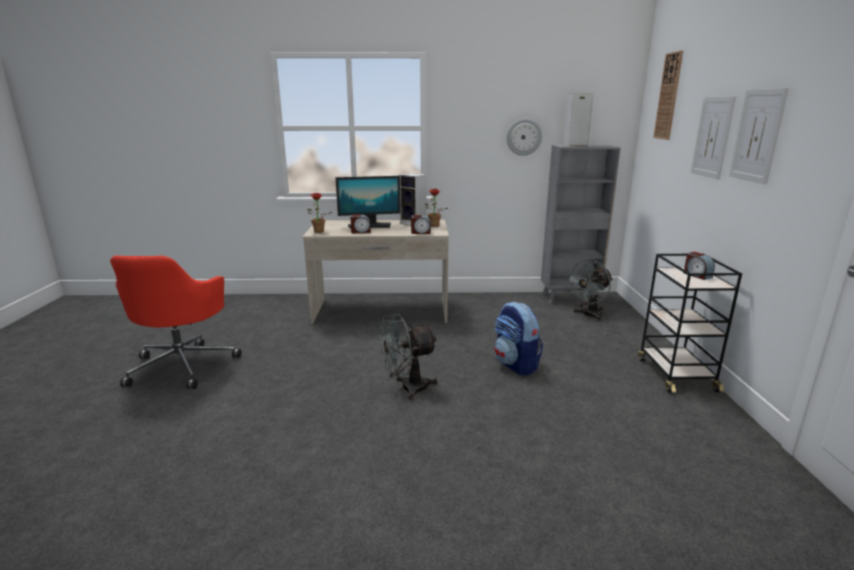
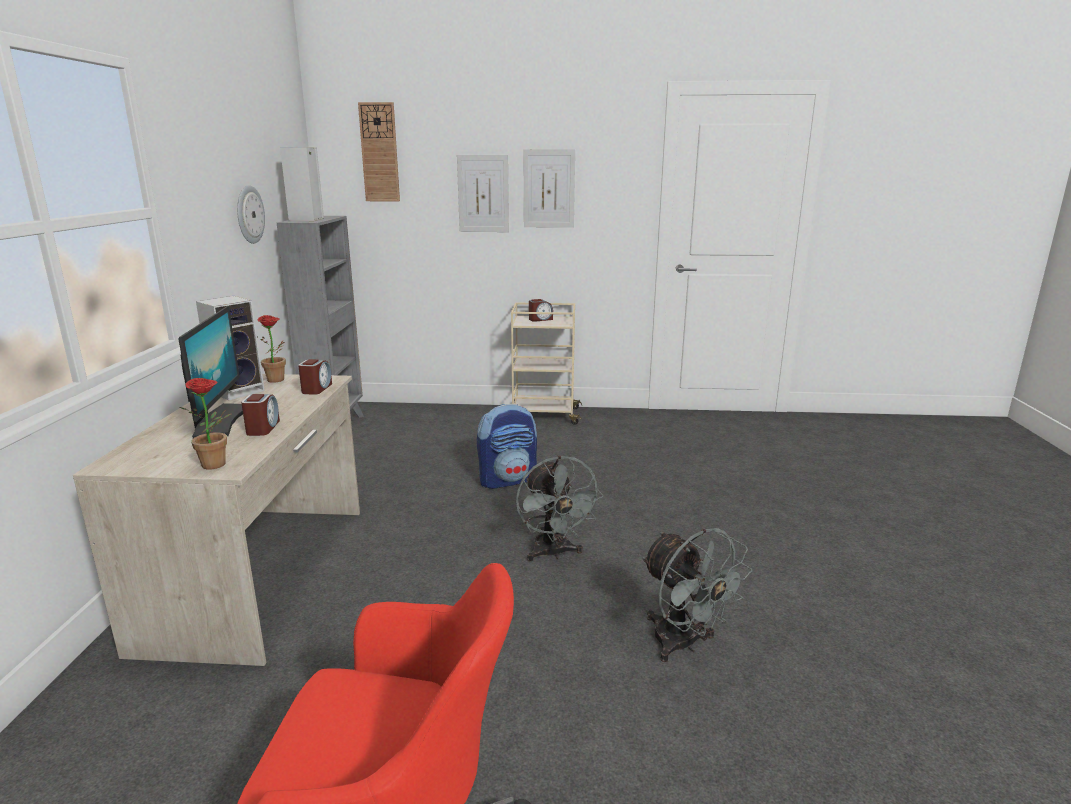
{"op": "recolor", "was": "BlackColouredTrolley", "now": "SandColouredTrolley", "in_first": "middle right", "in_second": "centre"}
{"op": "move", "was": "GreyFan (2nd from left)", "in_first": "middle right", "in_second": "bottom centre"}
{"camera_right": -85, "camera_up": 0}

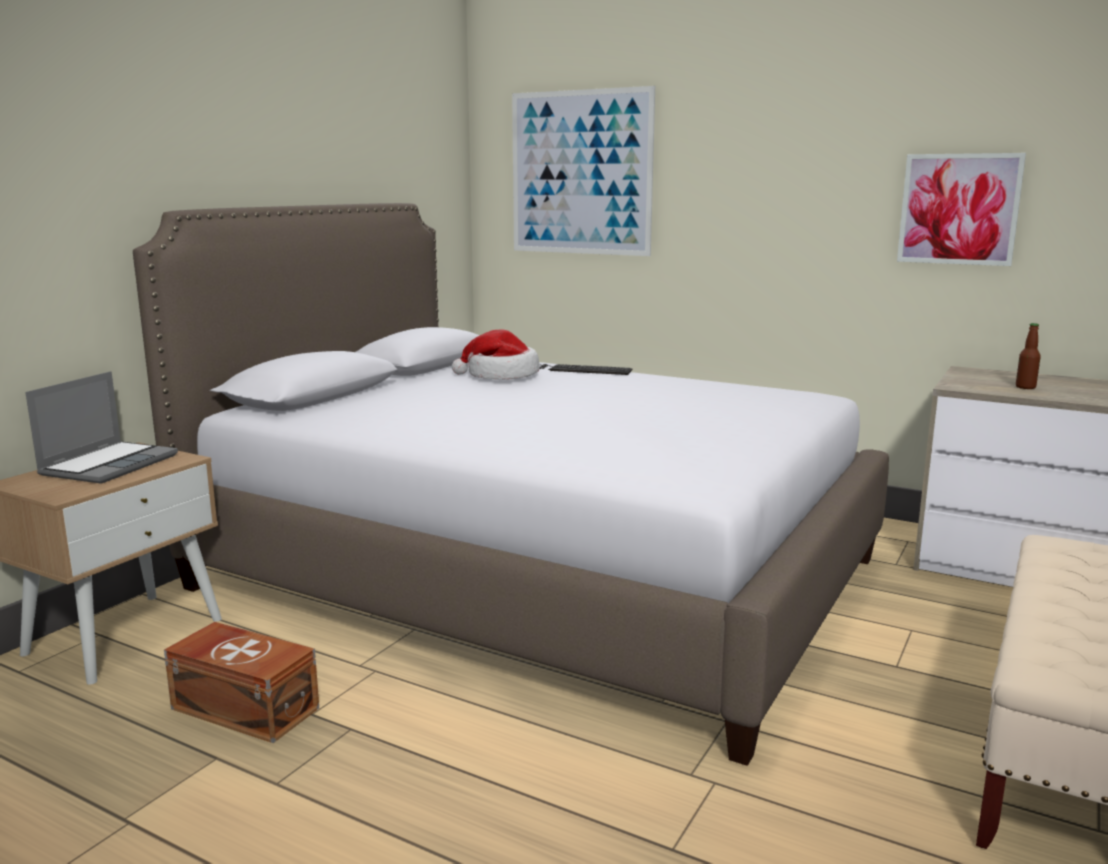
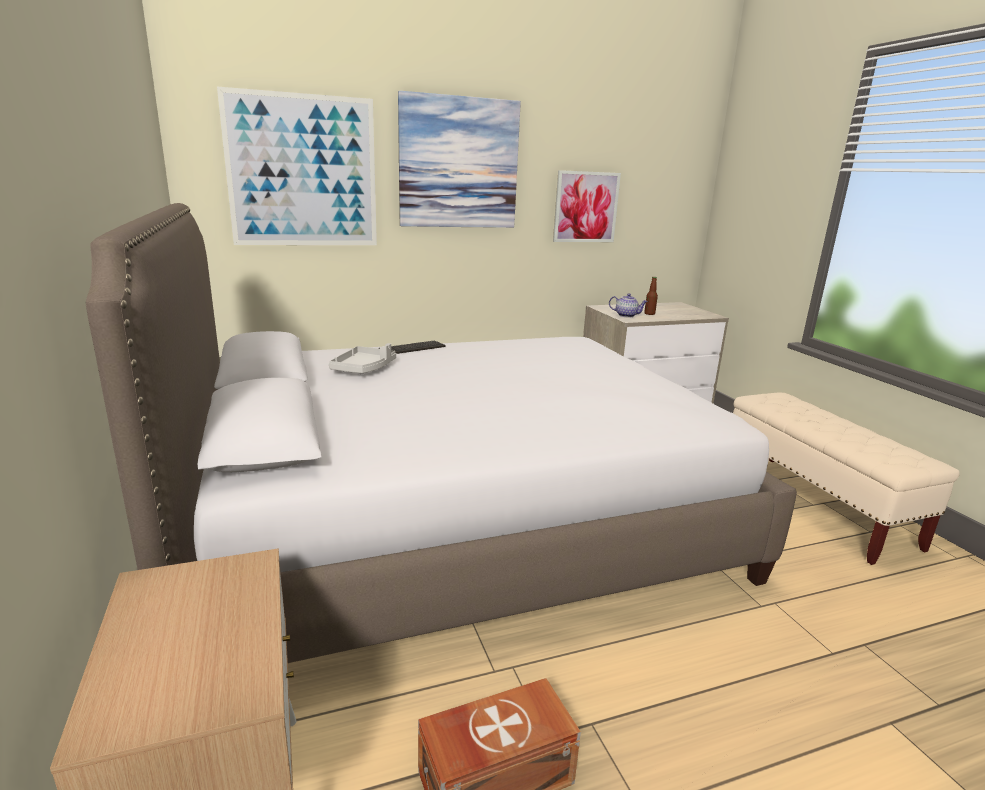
{"op": "replace", "was": "Hat", "now": "GreyCarryingTray", "in_first": "centre", "in_second": "centre"}
{"op": "delete", "was": "PortableComputer", "in_first": "middle left"}
{"op": "insert", "now": "WallPicture (2nd from left)", "in_second": "top centre"}
{"op": "insert", "now": "PotForTea", "in_second": "centre"}
{"camera_right": -50, "camera_up": 5}

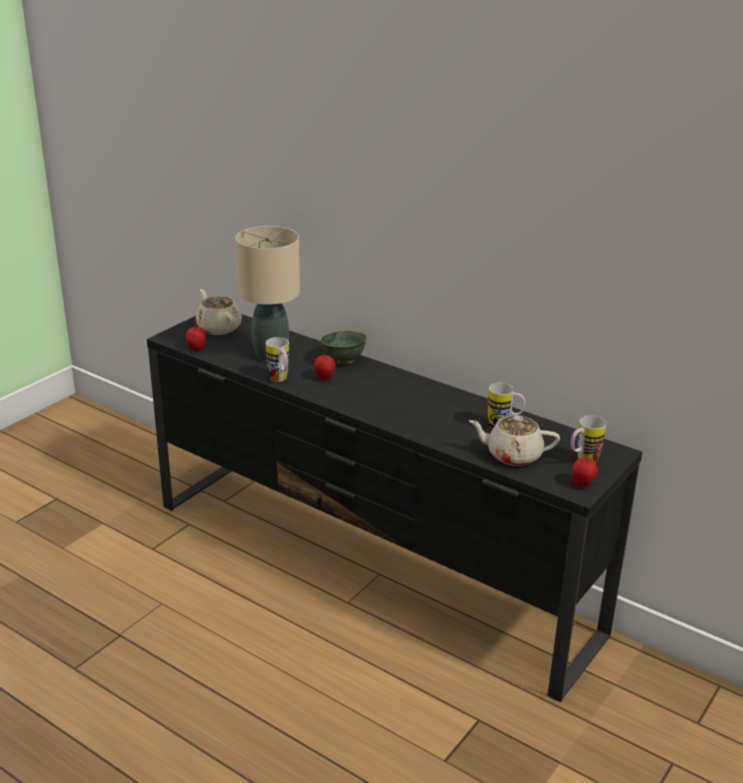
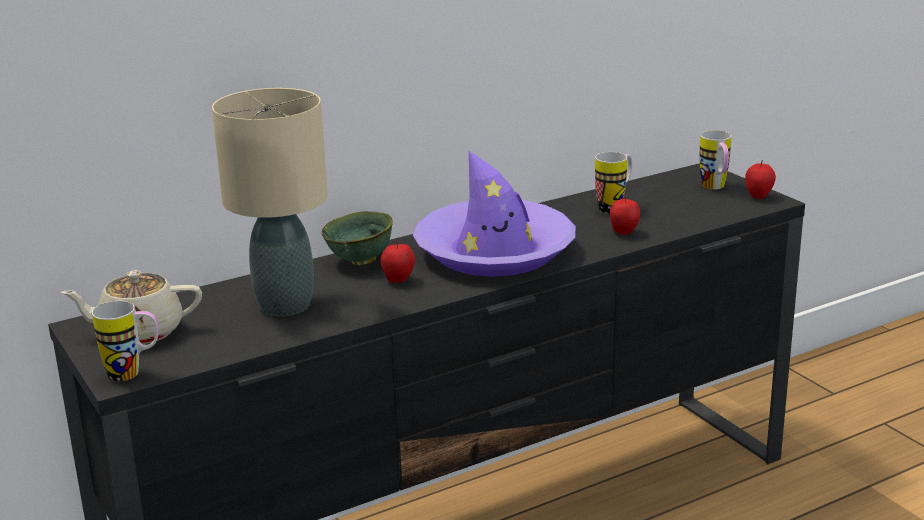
{"op": "move", "was": "WholeApple (1st from left in the first image)", "now": "WholeApple (2nd from left)", "in_first": "middle left", "in_second": "middle right"}
{"op": "move", "was": "Mug (1st from left)", "in_first": "centre", "in_second": "middle left"}
{"op": "delete", "was": "SandColouredPotForTea (2nd from left)", "in_first": "middle right"}
{"op": "insert", "now": "PurpleHat", "in_second": "centre"}
{"camera_right": -65, "camera_up": -5}

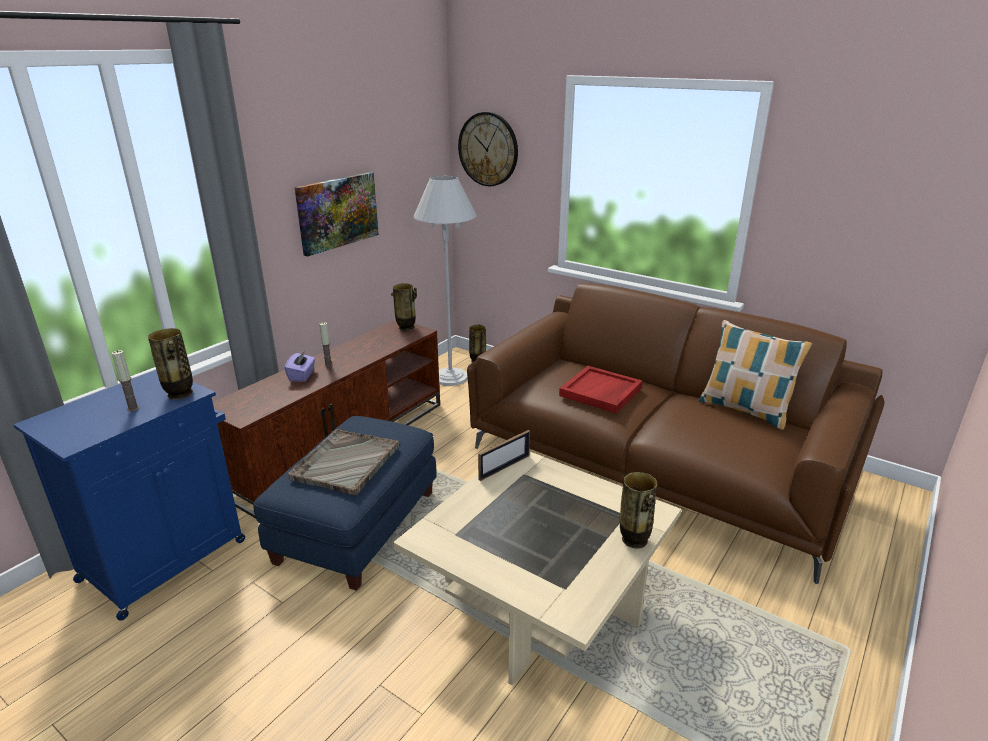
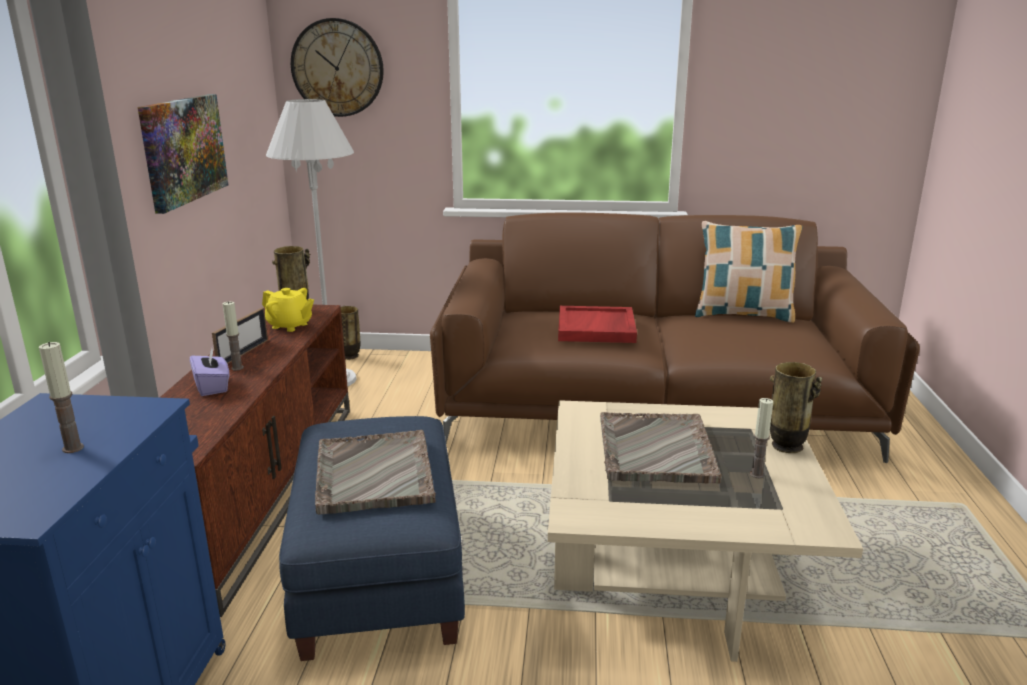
{"op": "delete", "was": "DecorativeVase (1st from left)", "in_first": "middle left"}
{"op": "move", "was": "StandingFrame", "in_first": "centre", "in_second": "middle left"}
{"op": "insert", "now": "YellowColouredPotForTea", "in_second": "middle left"}
{"op": "insert", "now": "WaxCandle (3rd from left)", "in_second": "middle right"}
{"op": "insert", "now": "GreyCarryingTray (2nd from left)", "in_second": "centre"}
{"camera_right": -30, "camera_up": -5}

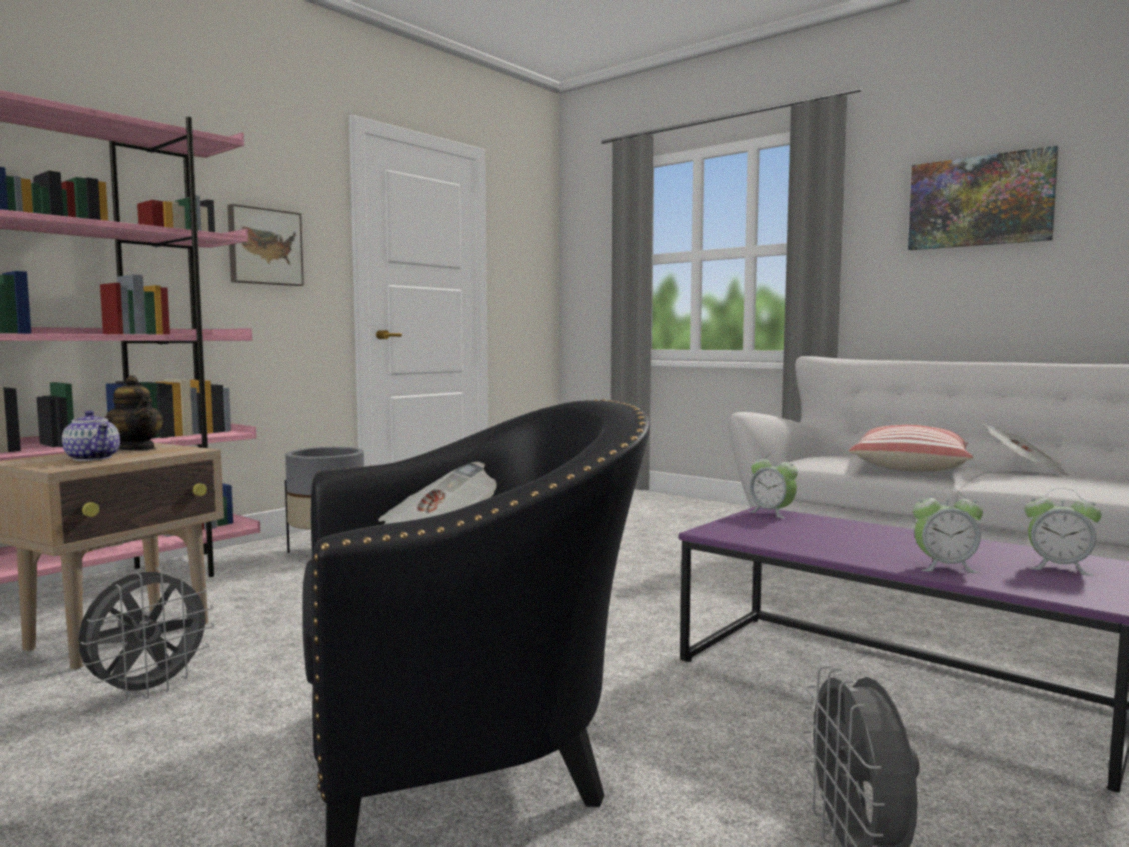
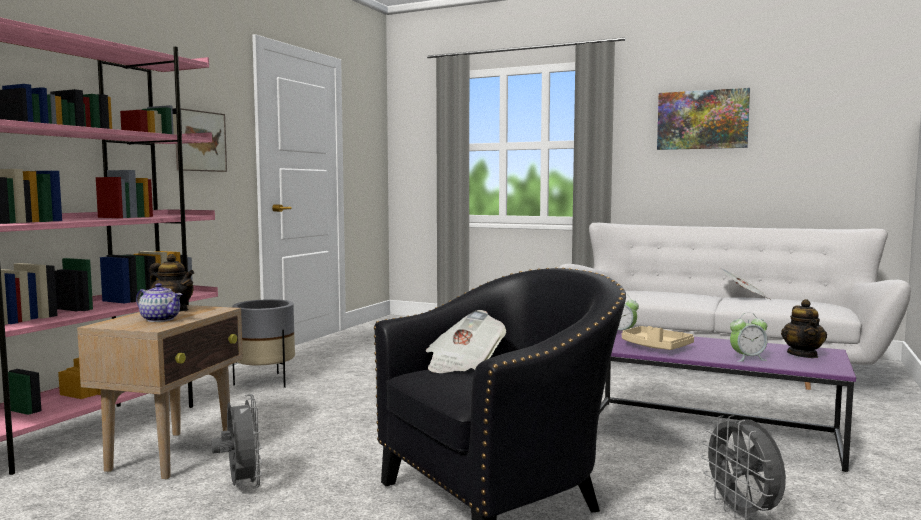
{"op": "delete", "was": "ThrowPillow", "in_first": "middle right"}
{"op": "replace", "was": "BedsideClock (3rd from left)", "now": "PotForTea (3rd from left)", "in_first": "middle right", "in_second": "middle right"}
{"op": "rotate", "was": "GreyFan (1st from left)", "in_first": "bottom left", "in_second": "bottom left", "clockwise": -45}
{"op": "insert", "now": "SandColouredCarryingTray", "in_second": "middle right"}
{"camera_right": -15, "camera_up": 0}

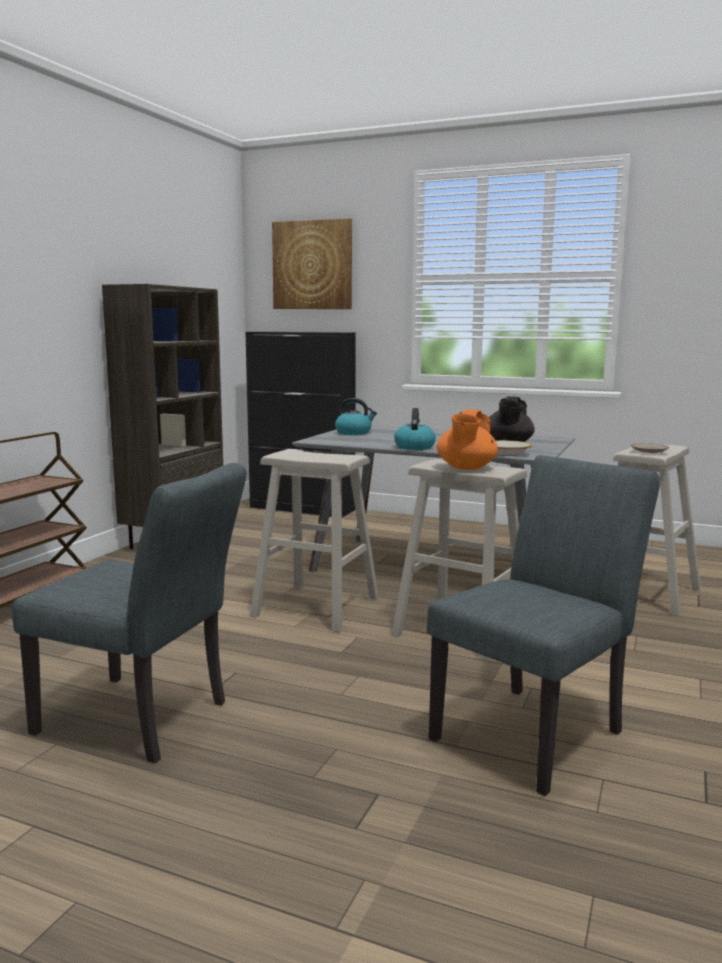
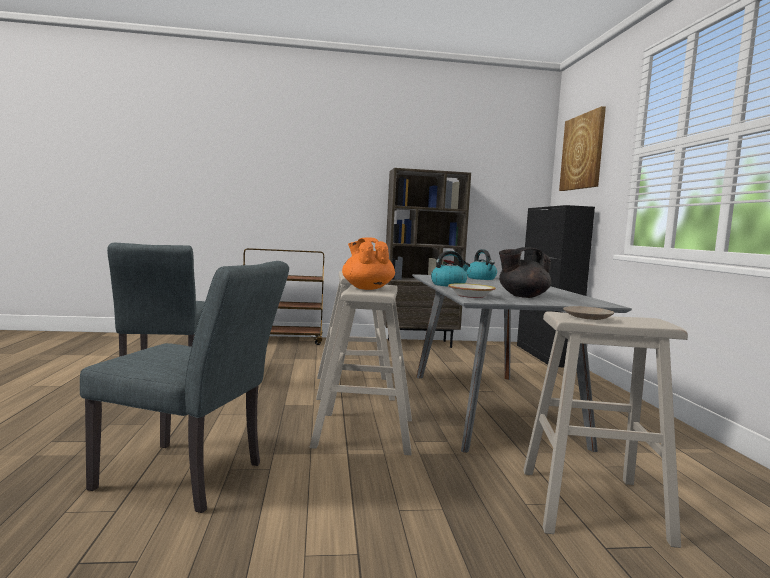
{"op": "rotate", "was": "OrangeyPotForTea", "in_first": "centre", "in_second": "centre", "clockwise": 75}
{"camera_right": 60, "camera_up": -5}

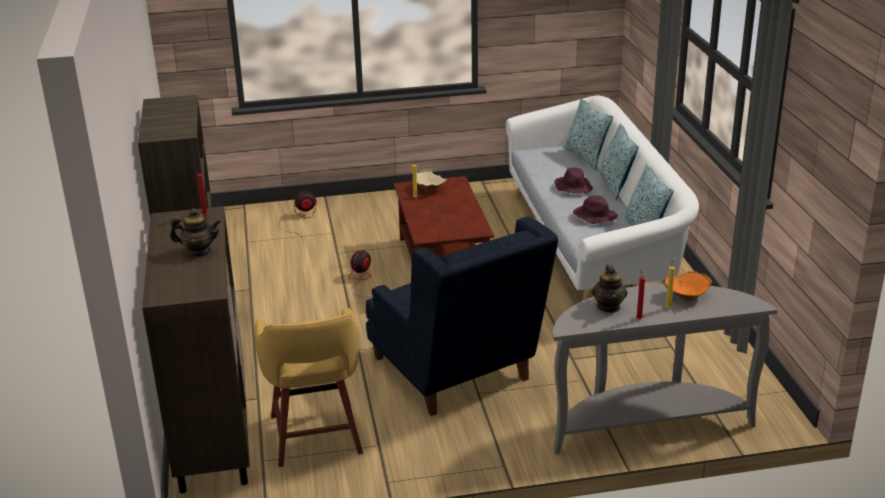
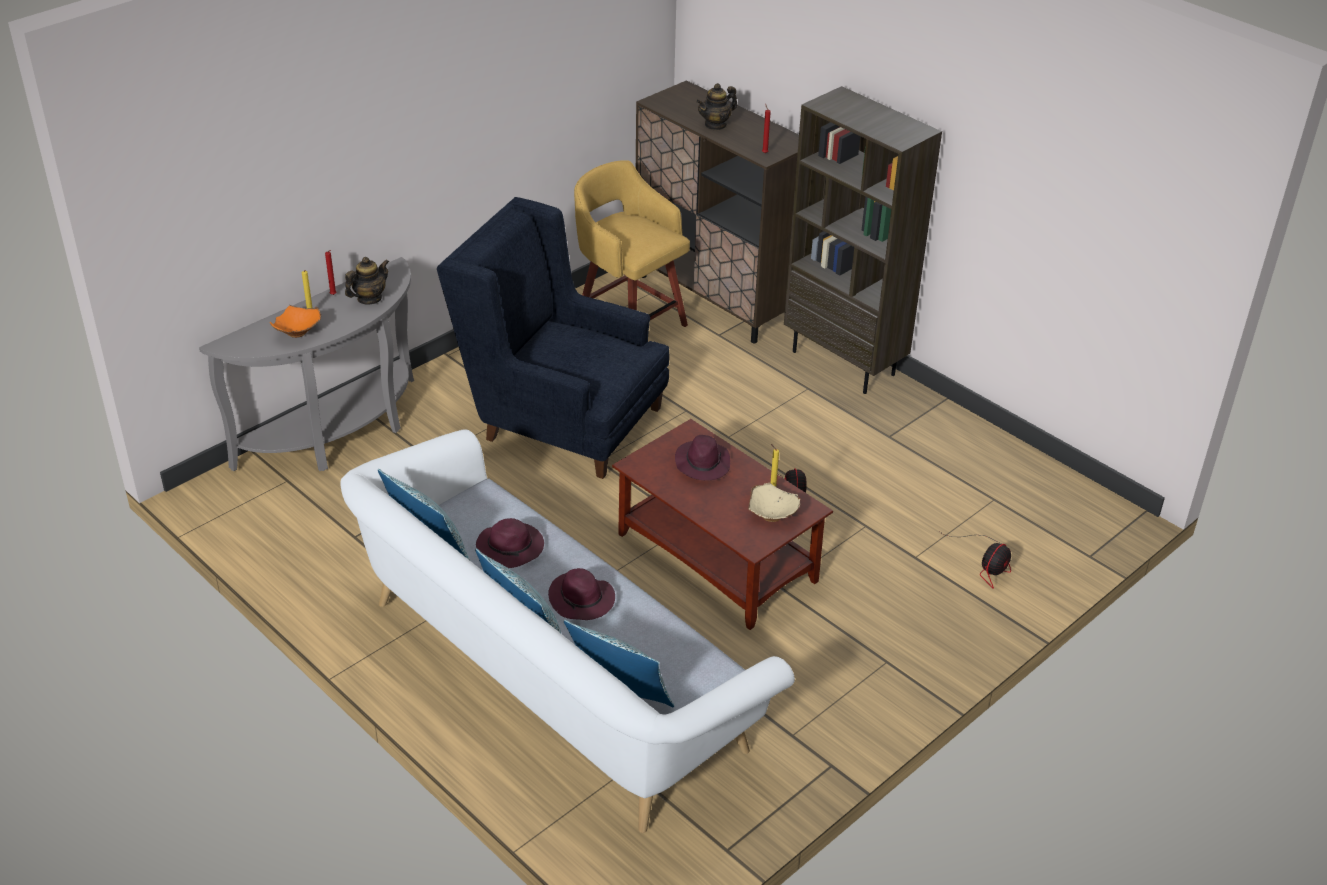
{"op": "rotate", "was": "PotForTea (2nd from left in the first image)", "in_first": "middle right", "in_second": "top left", "clockwise": 75}
{"op": "insert", "now": "PurpleHat (3rd from left)", "in_second": "centre"}
{"camera_right": 145, "camera_up": 10}

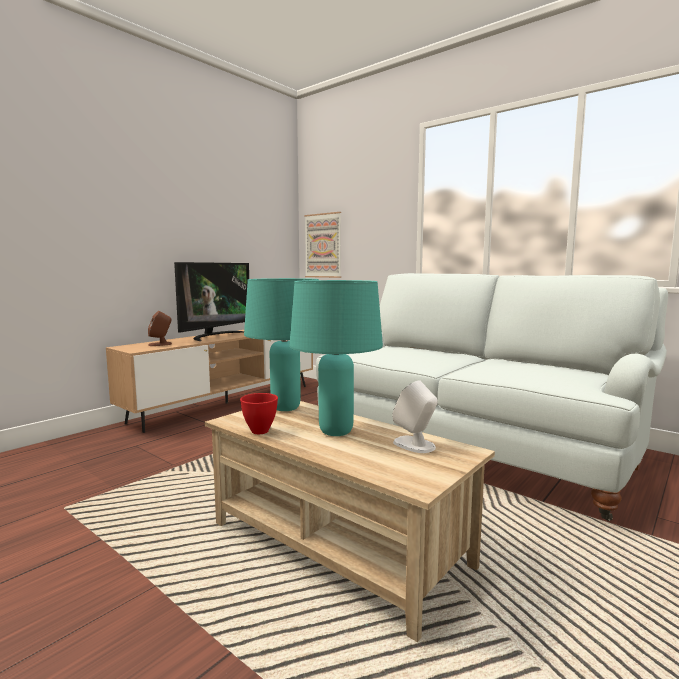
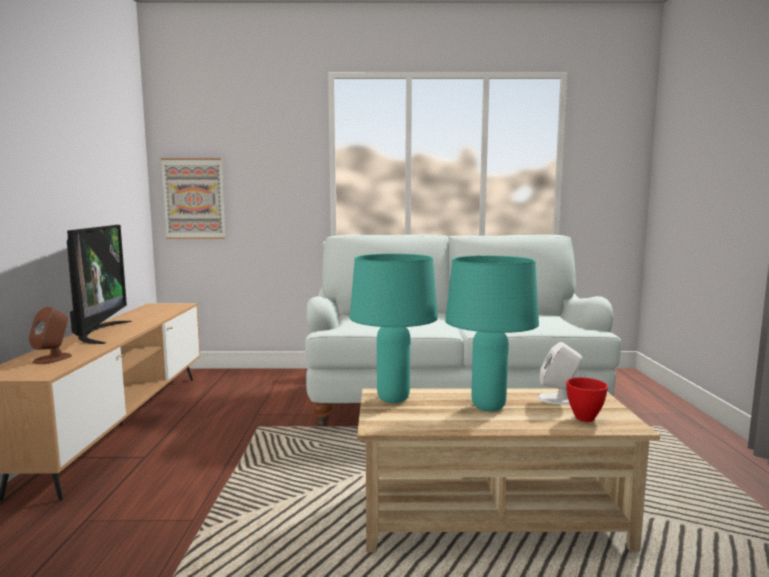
{"op": "move", "was": "RedDeepDish", "in_first": "centre", "in_second": "bottom right"}
{"camera_right": -40, "camera_up": 0}

